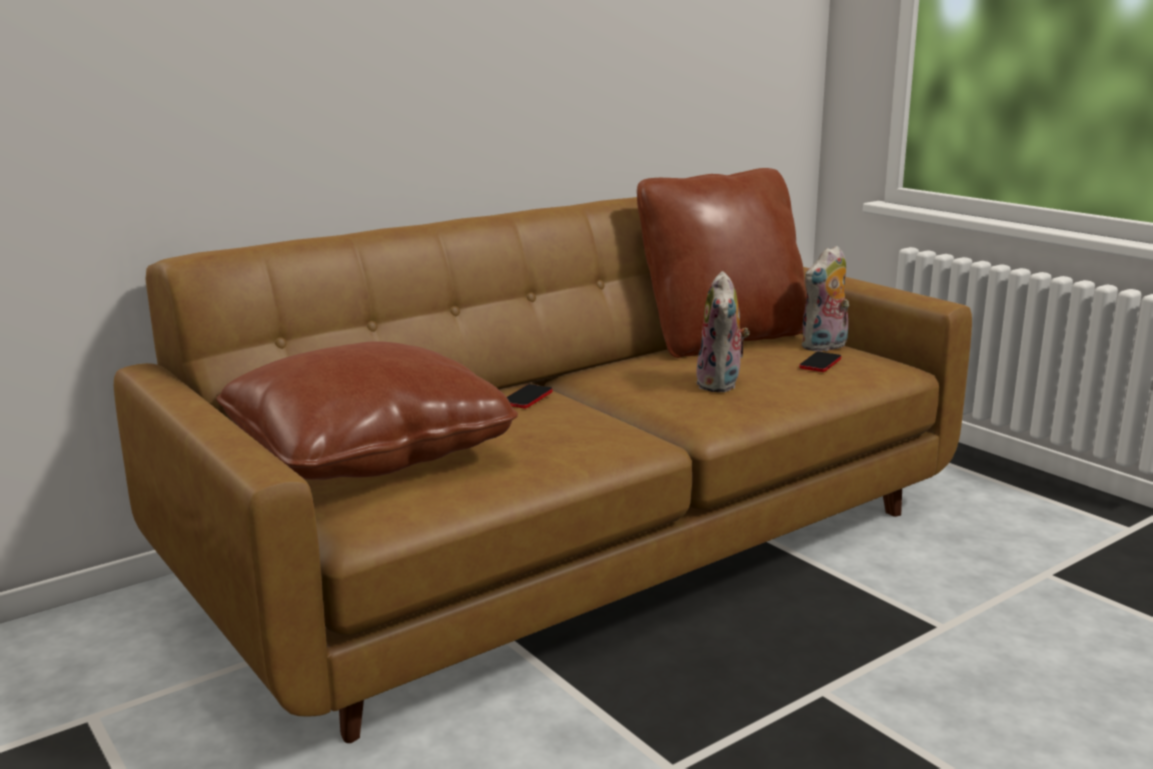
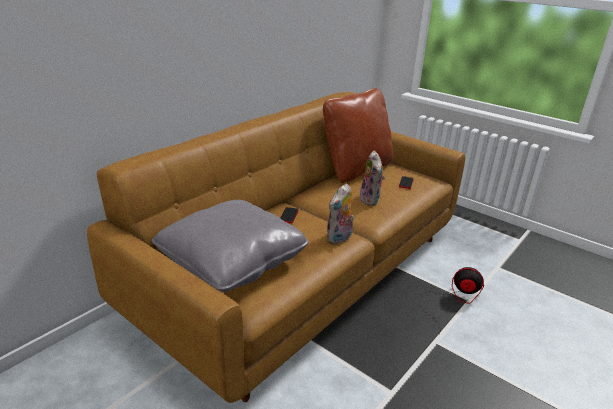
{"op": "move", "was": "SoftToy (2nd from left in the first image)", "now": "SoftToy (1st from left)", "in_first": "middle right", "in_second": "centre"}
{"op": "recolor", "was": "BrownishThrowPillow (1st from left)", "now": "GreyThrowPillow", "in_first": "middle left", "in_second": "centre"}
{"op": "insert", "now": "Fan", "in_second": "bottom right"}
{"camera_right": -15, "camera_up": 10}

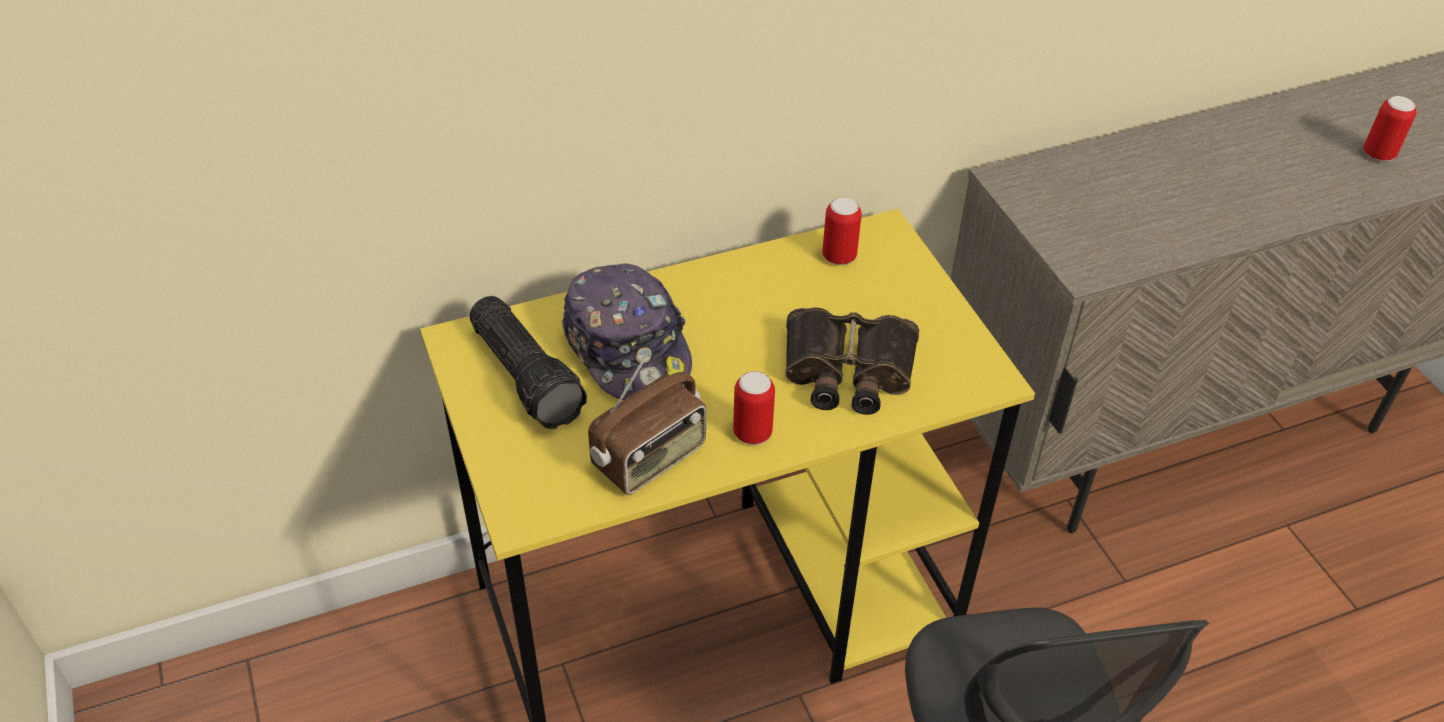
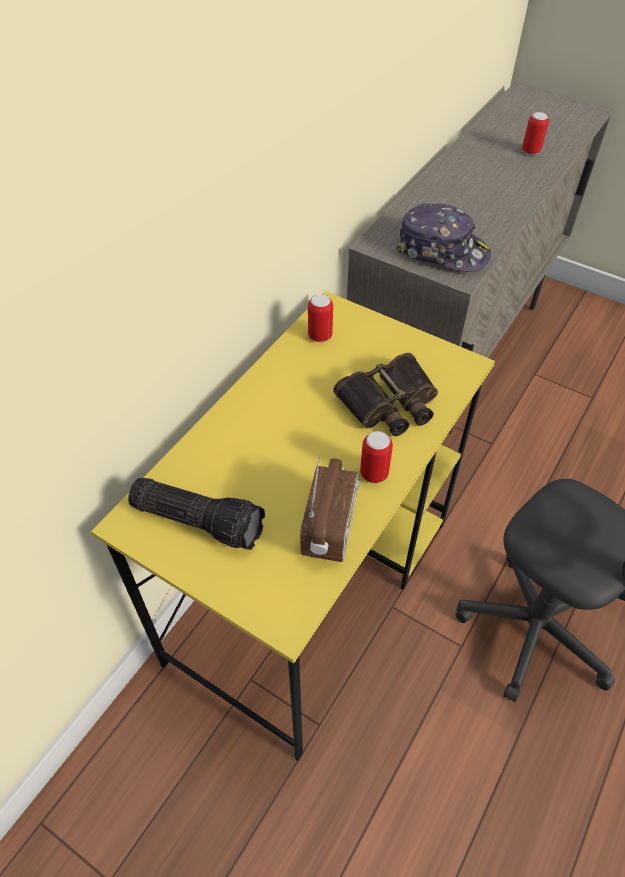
{"op": "move", "was": "BaseballCap", "in_first": "centre", "in_second": "top right"}
{"camera_right": -35, "camera_up": 5}

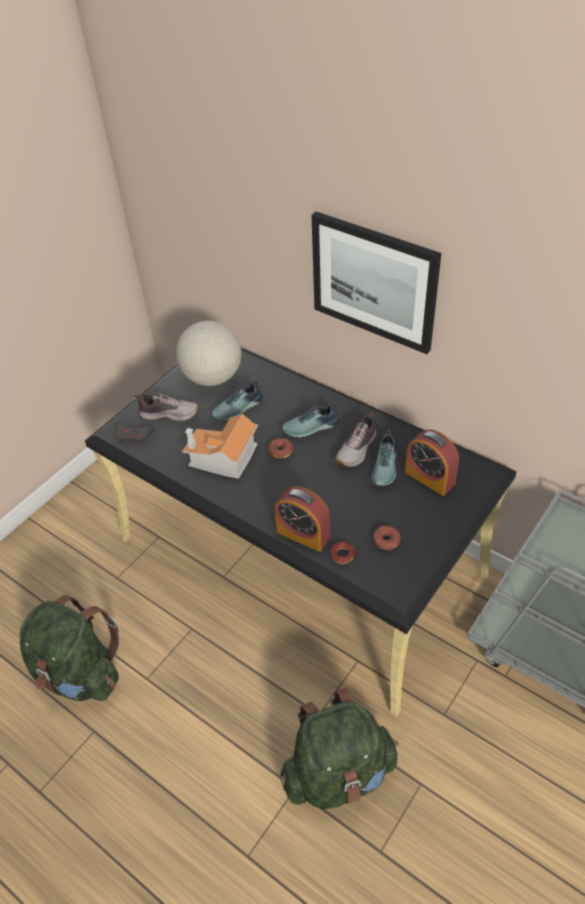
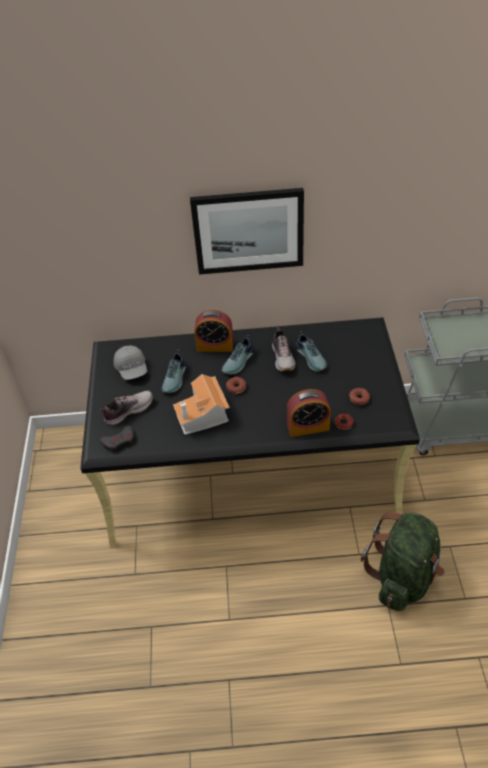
{"op": "replace", "was": "DeskGlobe", "now": "GreyBaseballCap", "in_first": "centre", "in_second": "middle left"}
{"op": "move", "was": "BedsideClock (2nd from left in the first image)", "now": "BedsideClock (1st from left)", "in_first": "middle right", "in_second": "centre"}
{"op": "delete", "was": "GreenColouredBackpack (1st from left)", "in_first": "bottom left"}
{"camera_right": -40, "camera_up": 0}

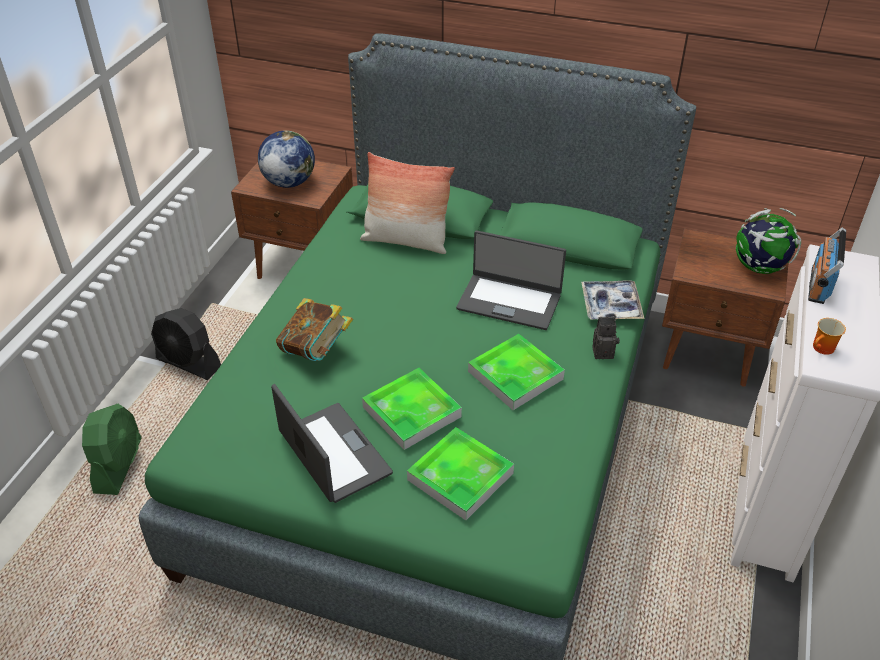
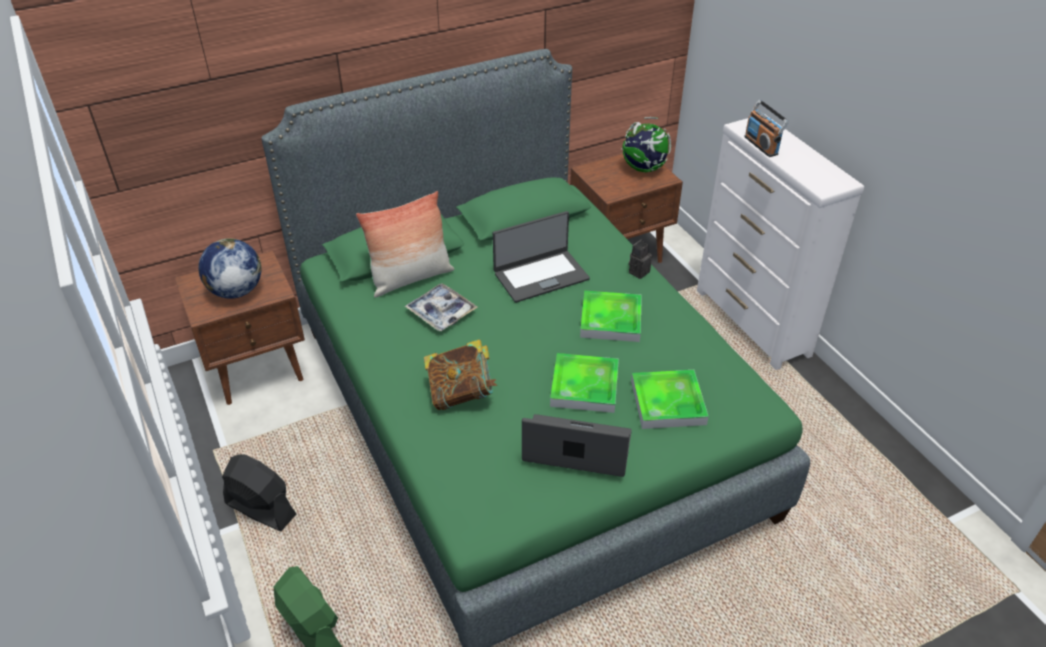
{"op": "move", "was": "CarryingTray (4th from left in the first image)", "now": "CarryingTray (1st from left)", "in_first": "middle right", "in_second": "centre"}
{"op": "rotate", "was": "BlackColouredFan", "in_first": "middle left", "in_second": "bottom left", "clockwise": -135}
{"op": "delete", "was": "Mug", "in_first": "middle right"}
{"camera_right": -45, "camera_up": 0}

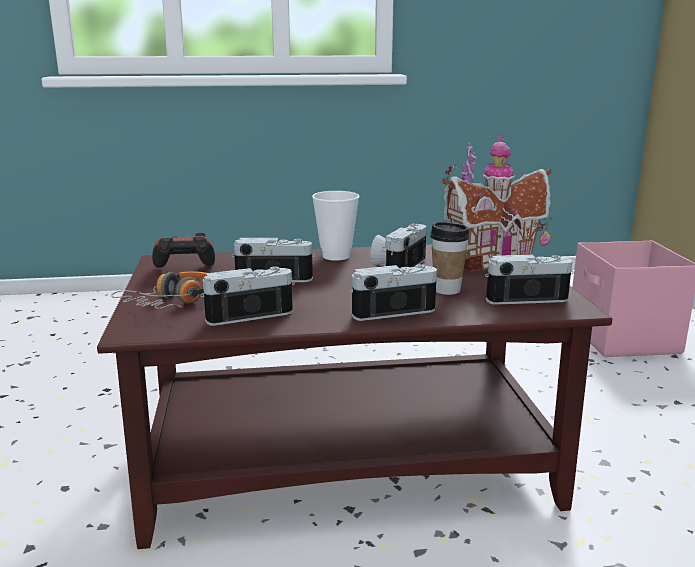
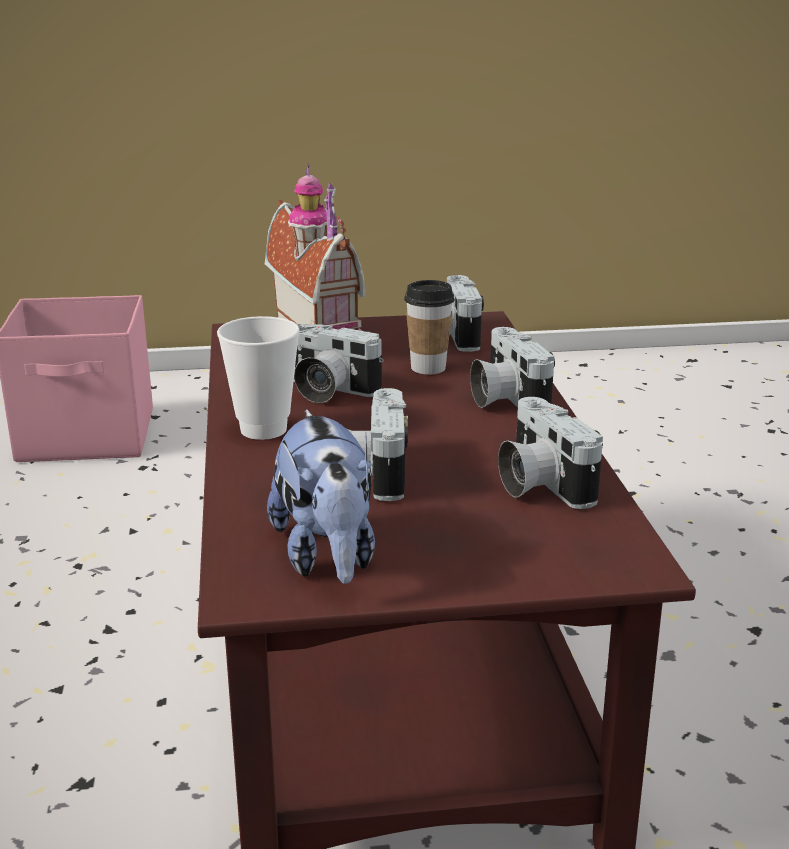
{"op": "replace", "was": "Gamepad", "now": "SoftToy", "in_first": "middle left", "in_second": "centre"}
{"op": "delete", "was": "Headset", "in_first": "middle left"}
{"camera_right": -90, "camera_up": 5}

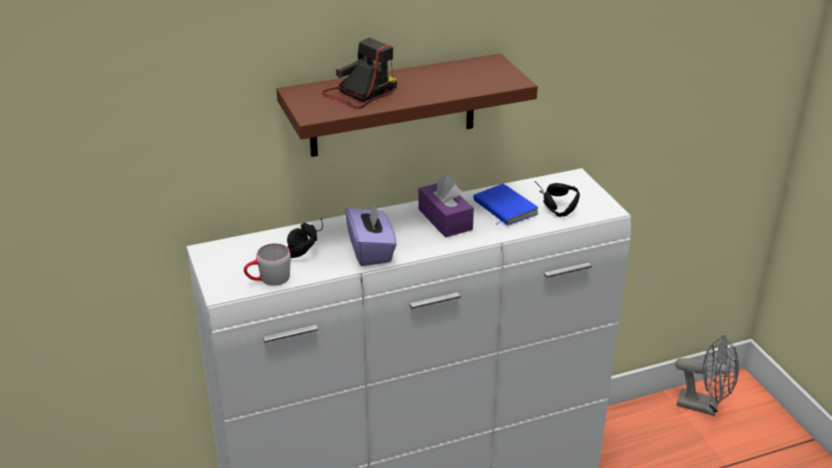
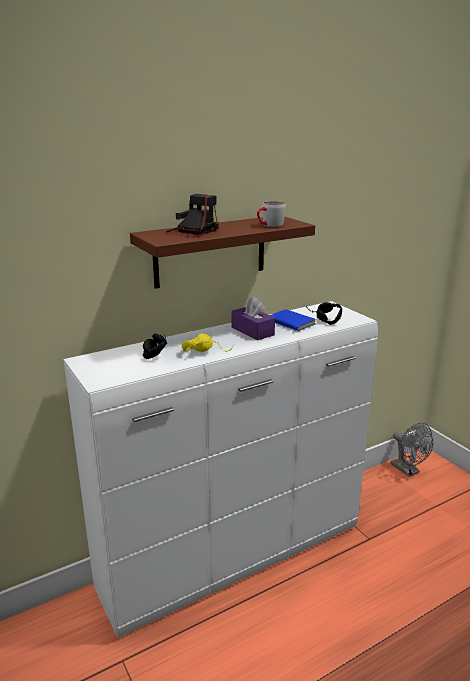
{"op": "replace", "was": "PurpleTissueHolder (1st from left)", "now": "YellowColouredHeadset", "in_first": "centre", "in_second": "centre"}
{"op": "move", "was": "GreyMug", "in_first": "middle left", "in_second": "top centre"}
{"op": "rotate", "was": "GreyFan", "in_first": "bottom right", "in_second": "middle right", "clockwise": 45}
{"camera_right": -10, "camera_up": -10}

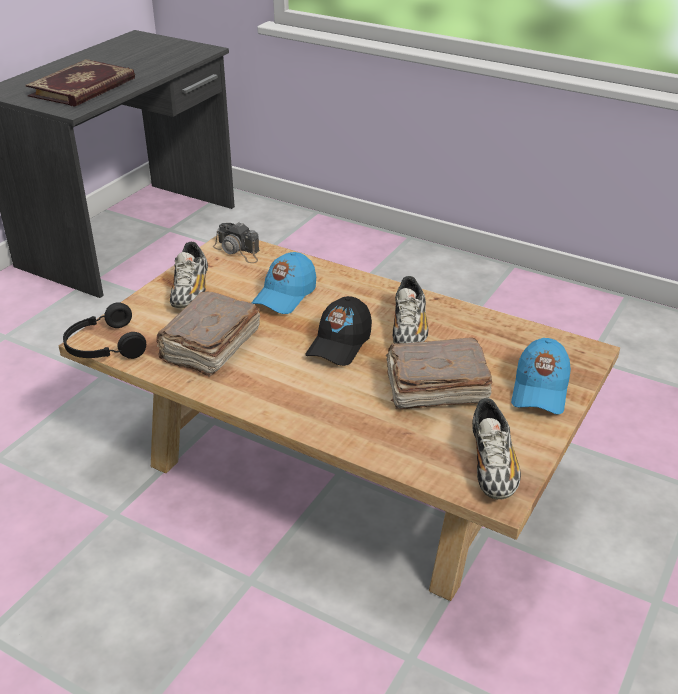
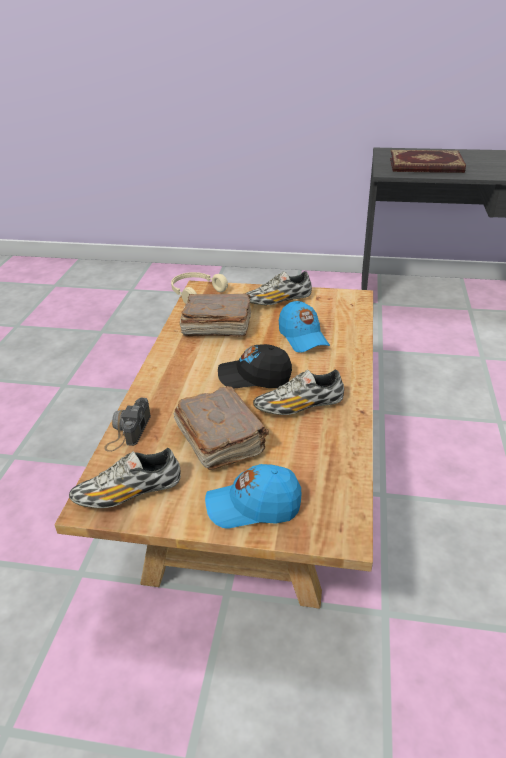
{"op": "move", "was": "StillCamera", "in_first": "centre", "in_second": "middle left"}
{"op": "rotate", "was": "BlueBaseballCap (1st from left in the first image)", "in_first": "centre", "in_second": "centre", "clockwise": -120}
{"op": "recolor", "was": "BlackColouredHeadset", "now": "SandColouredHeadset", "in_first": "middle left", "in_second": "centre"}
{"camera_right": 70, "camera_up": 0}

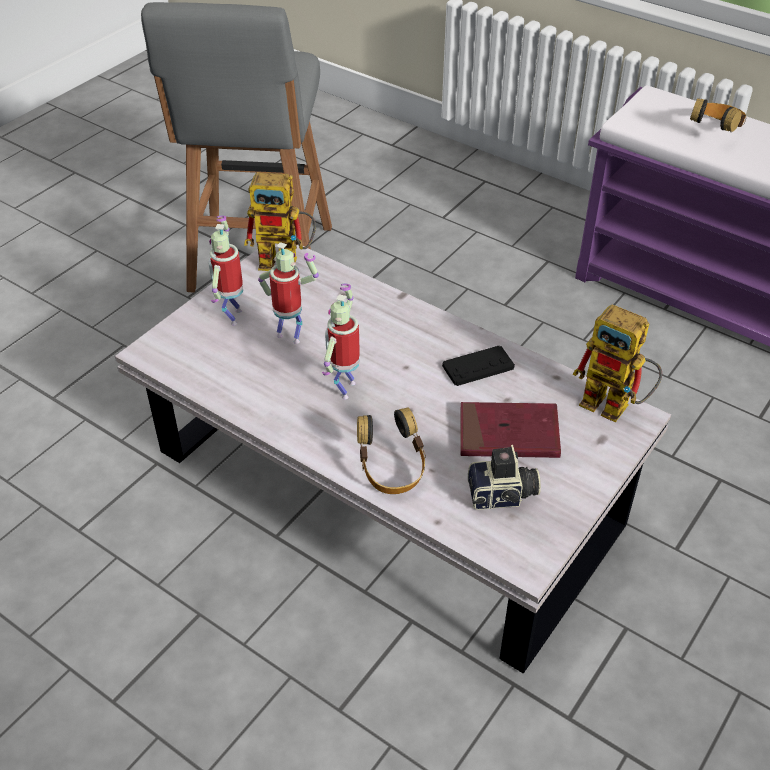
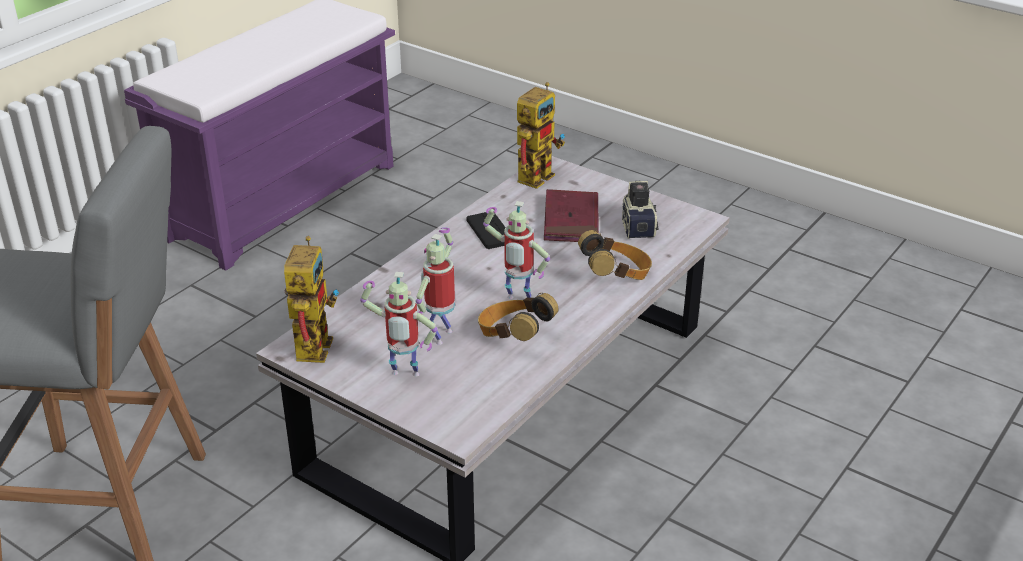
{"op": "move", "was": "Headset (2nd from left in the first image)", "now": "Headset (1st from left)", "in_first": "top right", "in_second": "centre"}
{"camera_right": -90, "camera_up": -10}

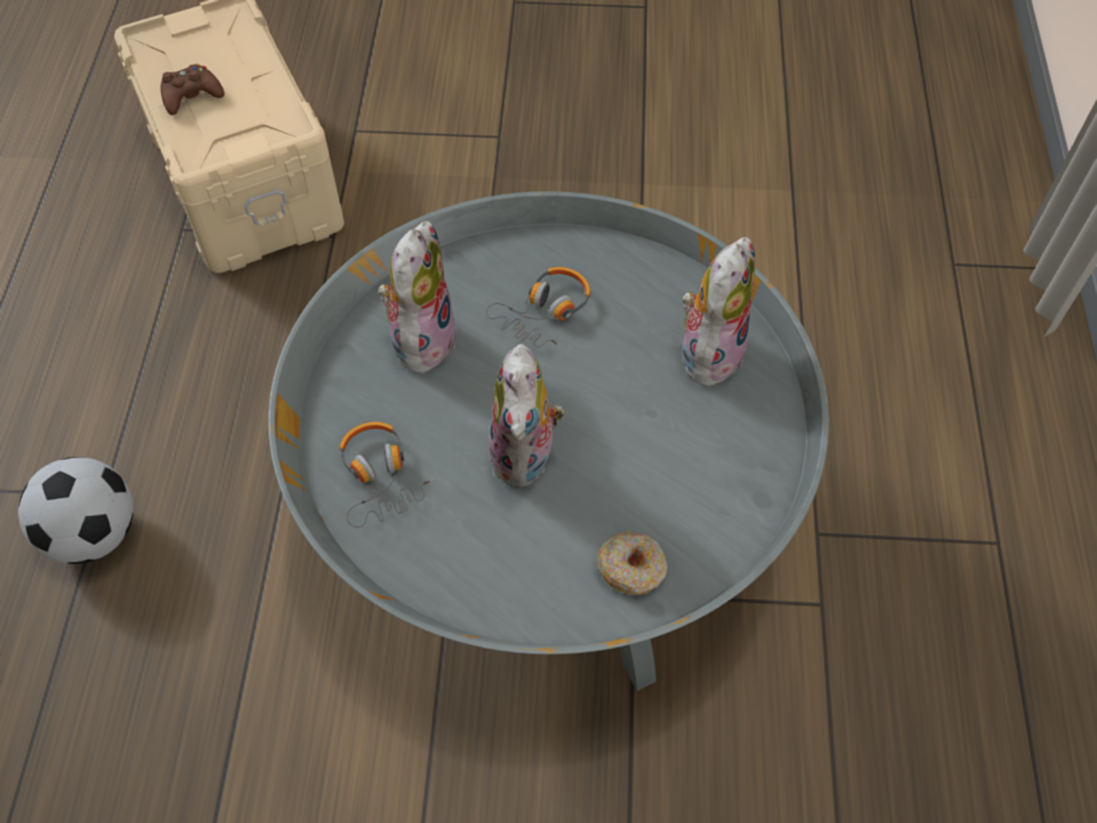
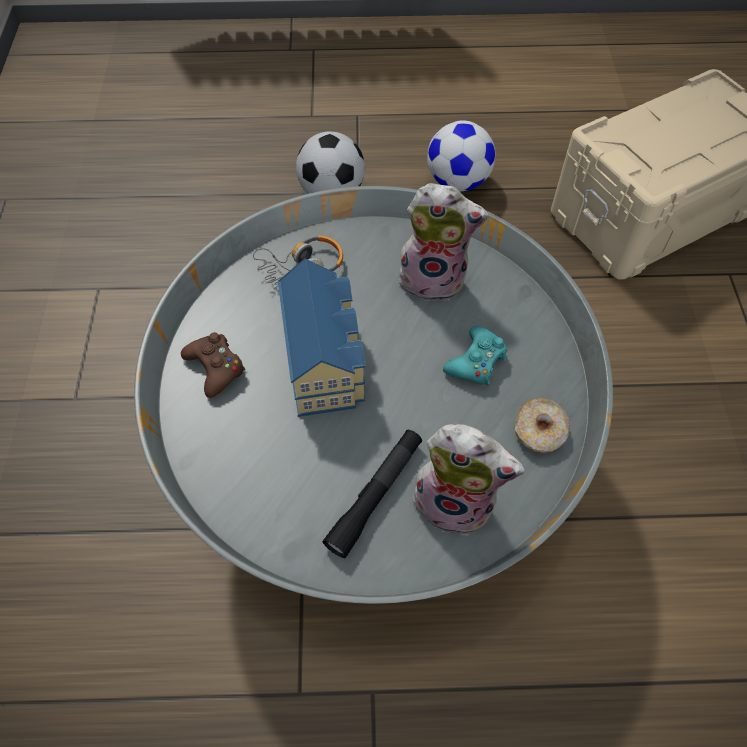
{"op": "move", "was": "BrownishGamepad", "in_first": "top left", "in_second": "middle left"}
{"op": "replace", "was": "Headset (2nd from left)", "now": "TurquoiseColouredGamepad", "in_first": "centre", "in_second": "centre"}
{"op": "replace", "was": "SoftToy (2nd from left)", "now": "ToyHouse", "in_first": "centre", "in_second": "centre"}
{"op": "move", "was": "RingDoughnut", "in_first": "bottom centre", "in_second": "middle right"}
{"op": "insert", "now": "Football (2nd from left)", "in_second": "top centre"}
{"op": "insert", "now": "BlackColouredTorch", "in_second": "centre"}
{"camera_right": 85, "camera_up": 0}

